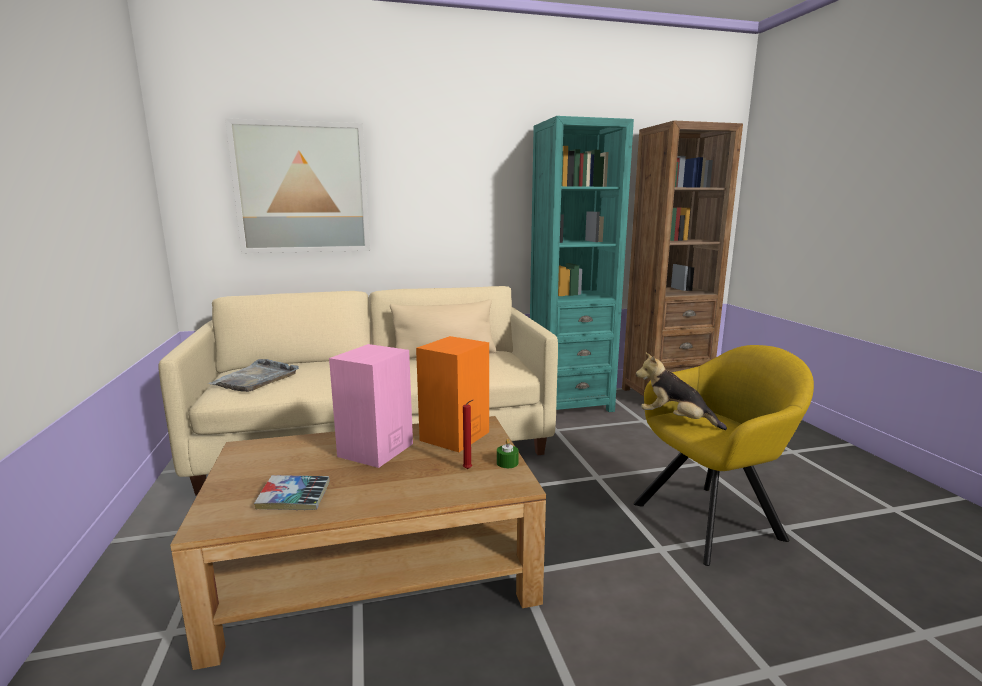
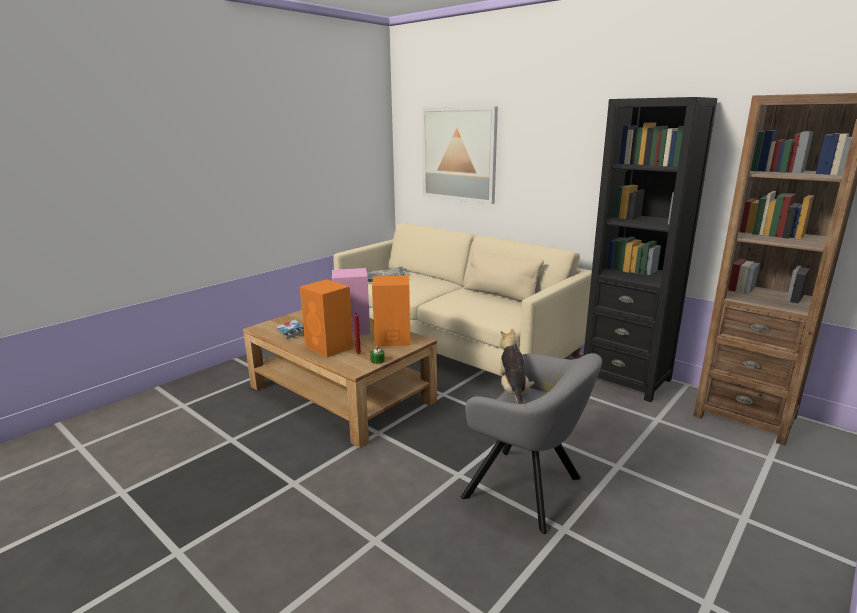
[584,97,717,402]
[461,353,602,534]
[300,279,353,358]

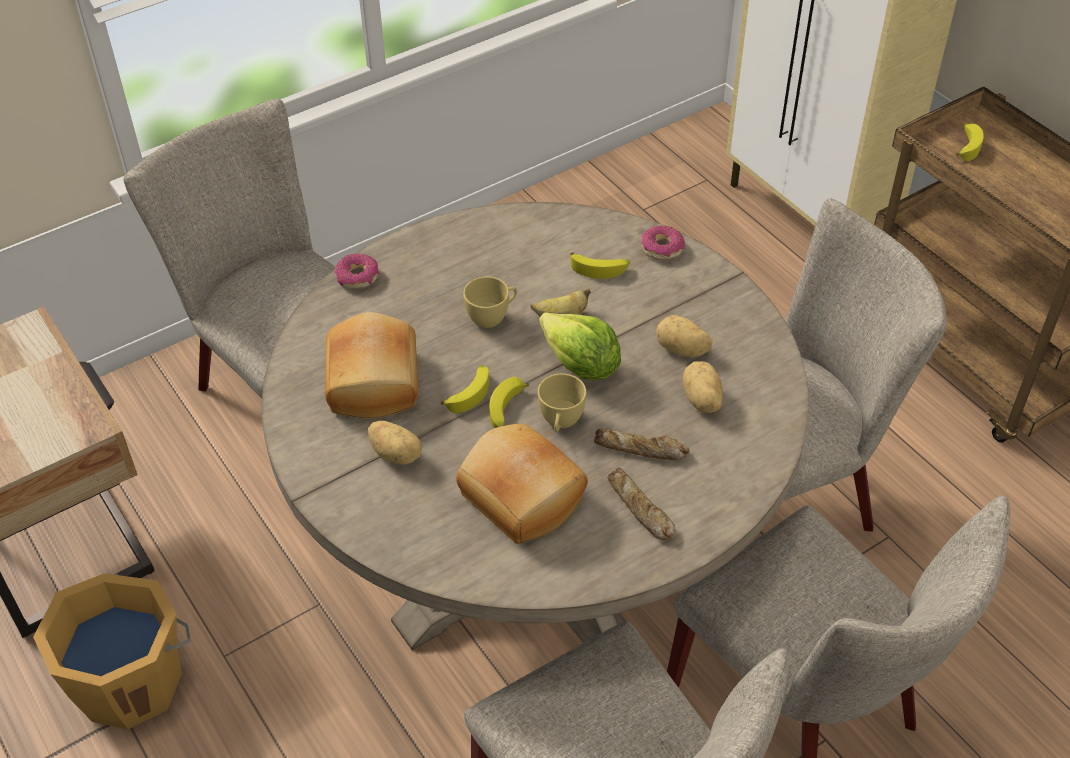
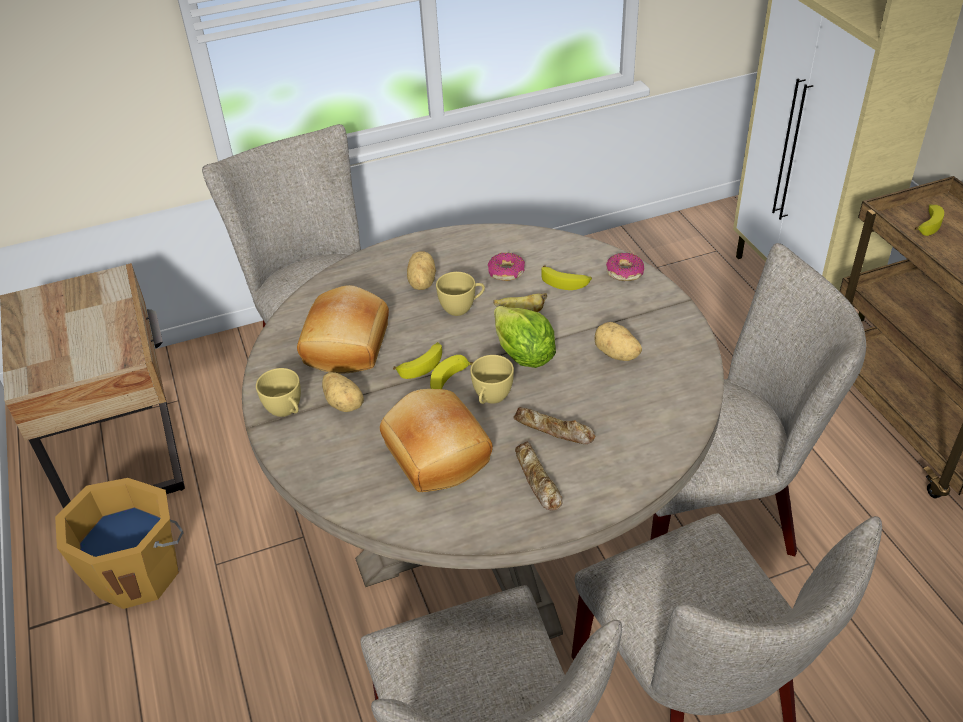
[488,253,525,281]
[407,252,436,290]
[256,368,301,417]

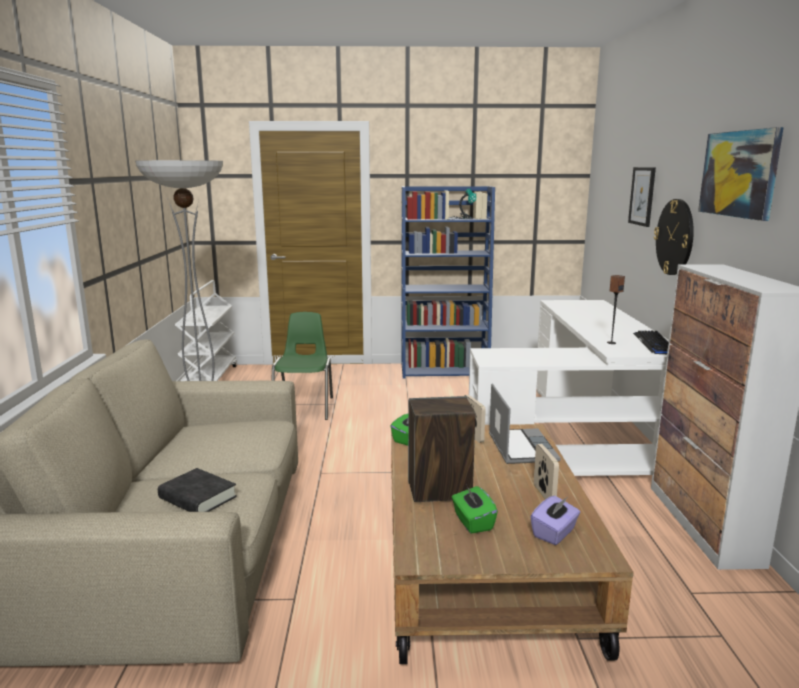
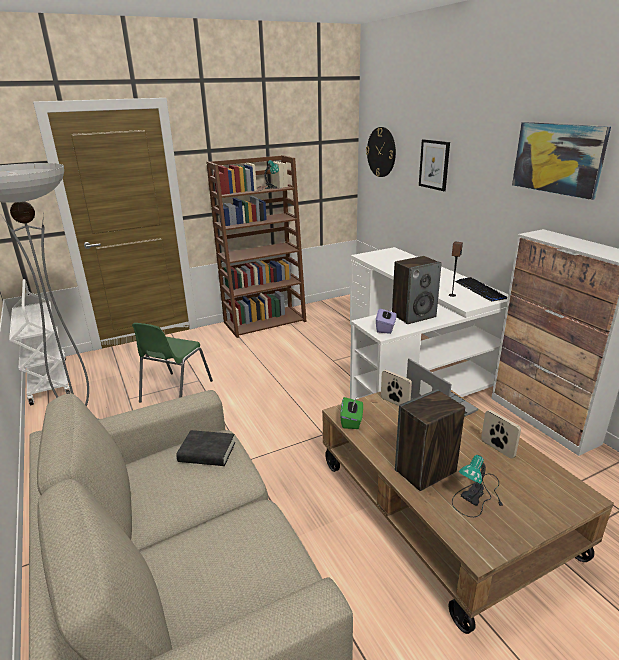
[206,155,306,338]
[366,127,396,177]
[132,323,213,403]
[176,430,235,466]
[452,455,503,517]
[376,309,396,334]
[392,256,442,324]

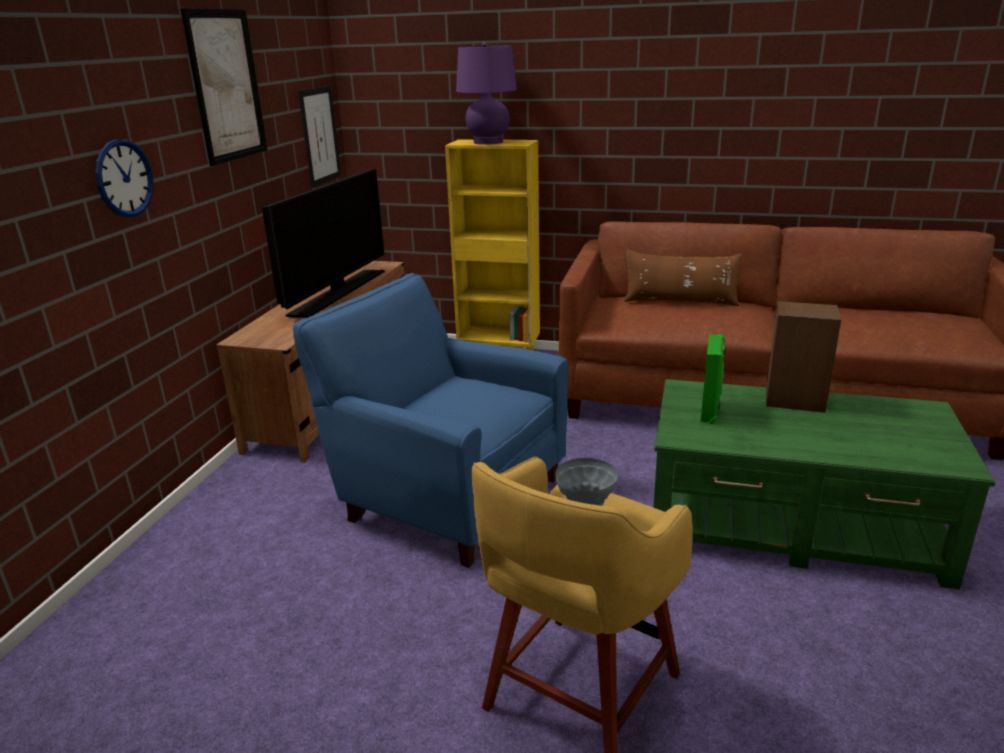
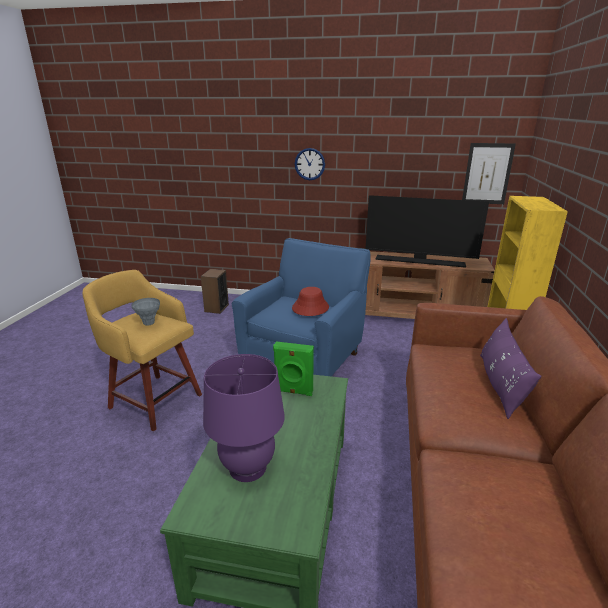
[180,8,268,166] (first image)
[203,354,285,482]
[480,318,541,419]
[201,269,229,314]
[292,287,329,316]

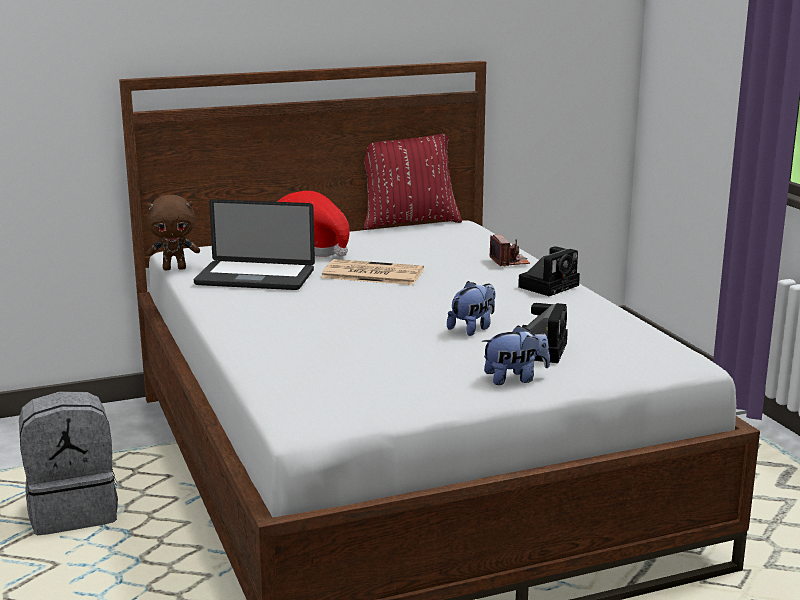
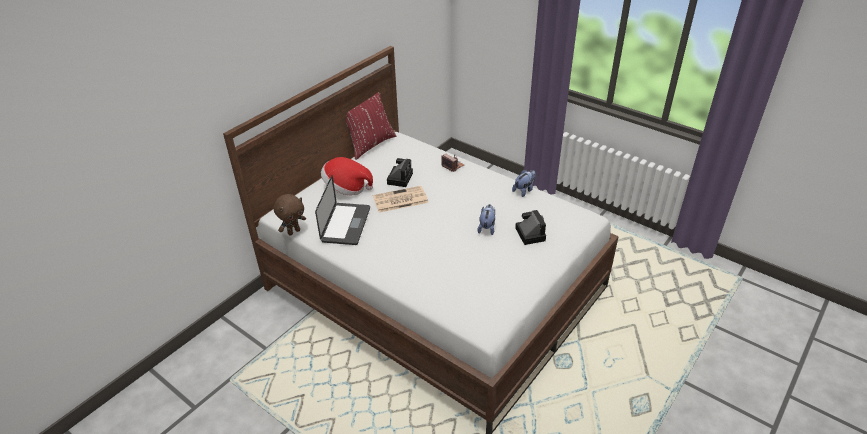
[315,175,370,245]
[387,158,413,187]
[512,170,536,197]
[19,391,118,535] (first image)

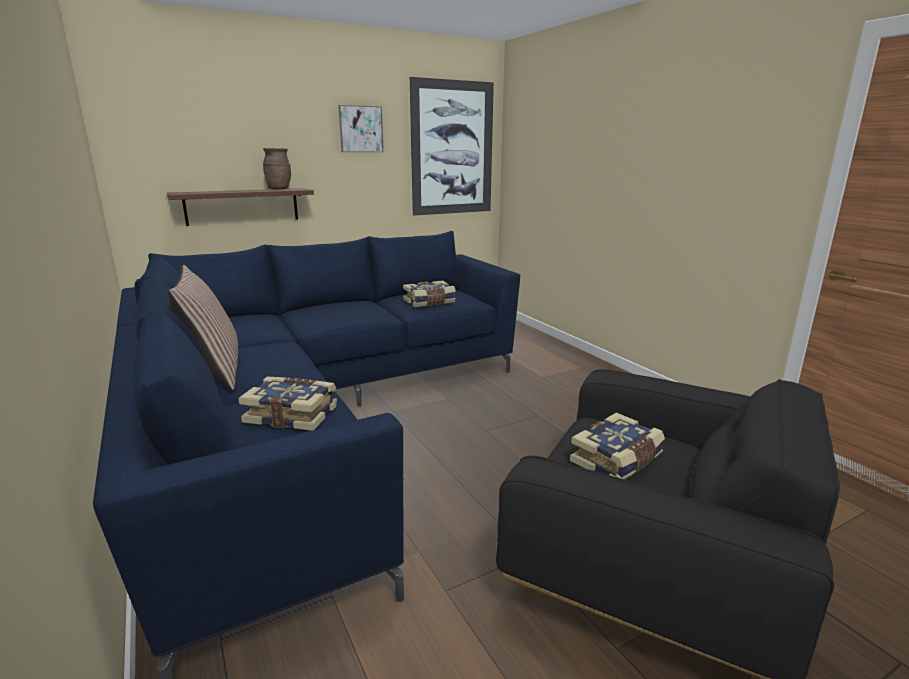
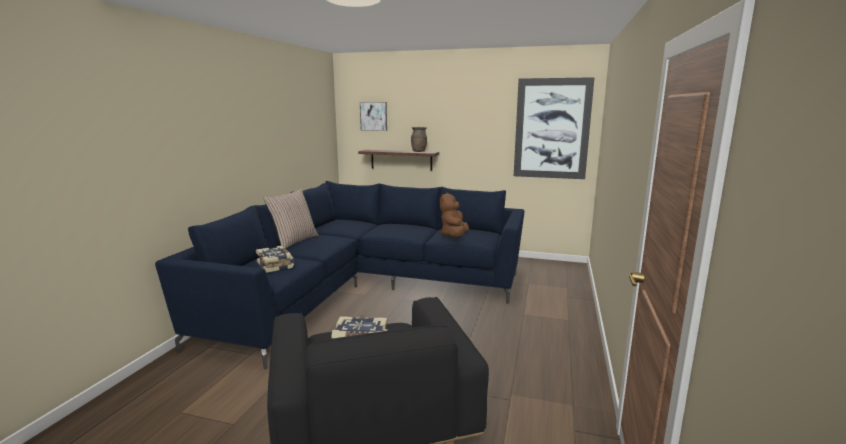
[360,102,387,131]
[440,193,469,237]

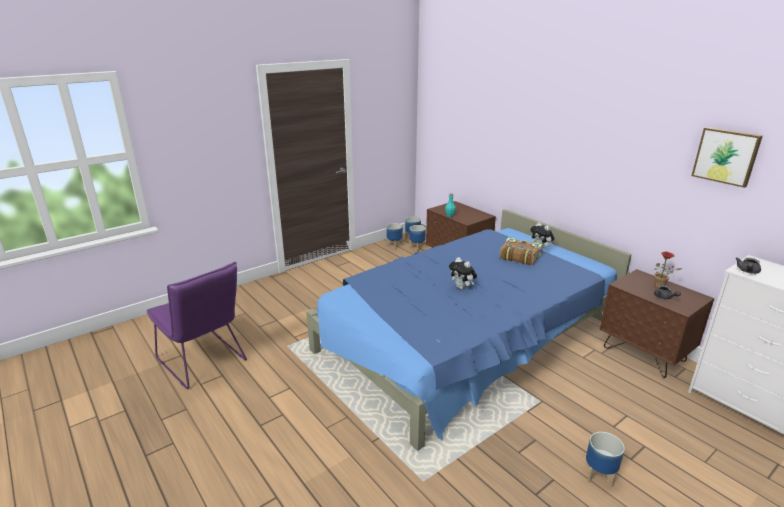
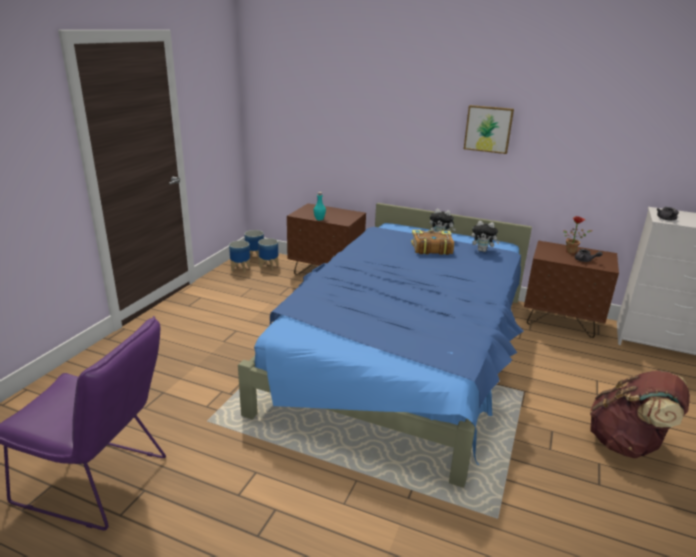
[464,105,514,154]
[471,221,500,252]
[590,371,690,458]

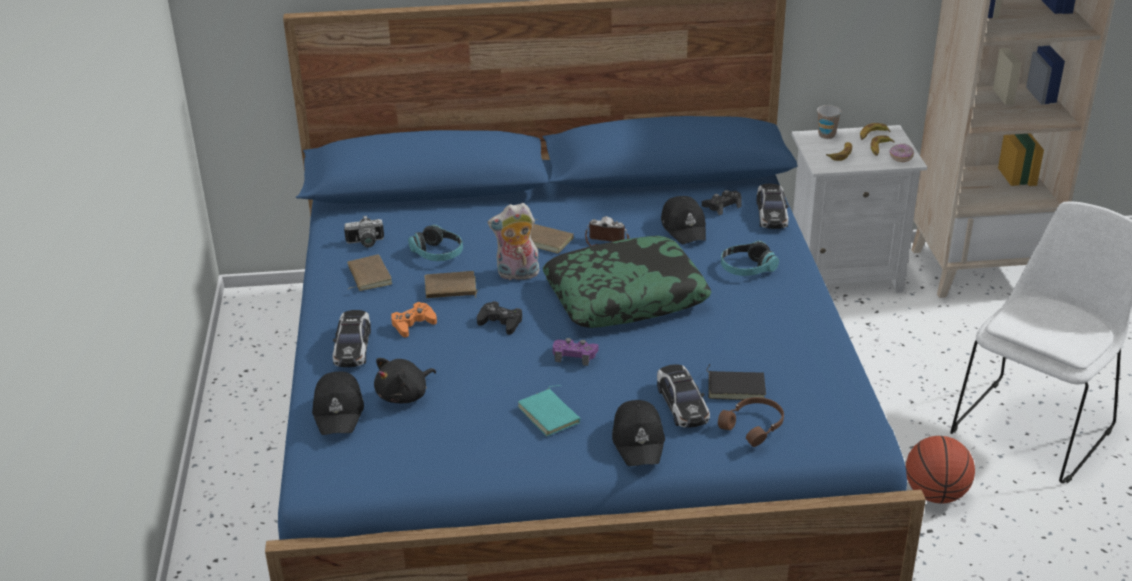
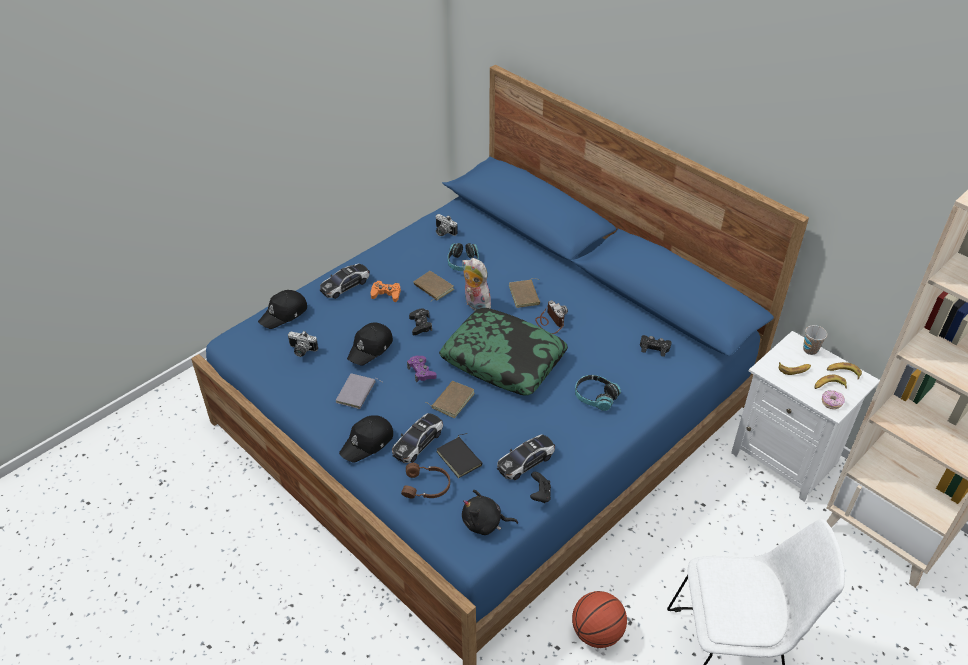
[497,434,555,480]
[347,323,393,366]
[426,381,475,418]
[462,490,518,535]
[336,373,382,409]
[288,331,318,357]
[530,472,551,503]

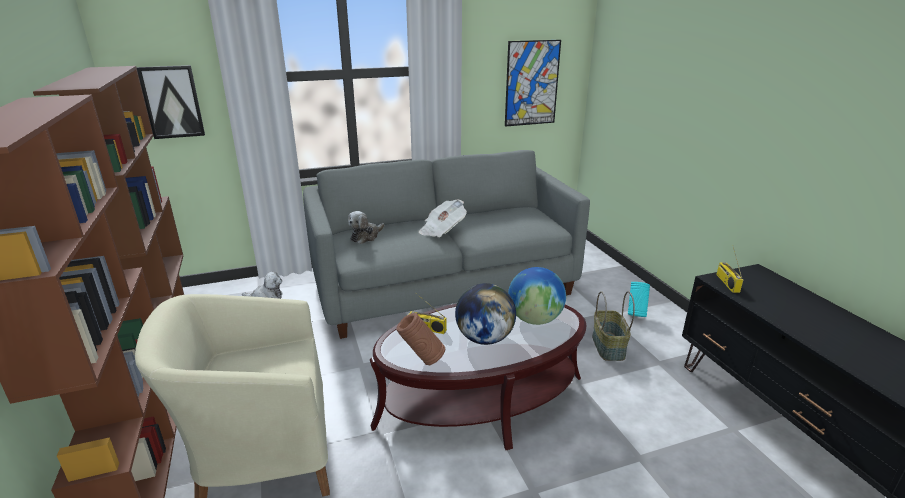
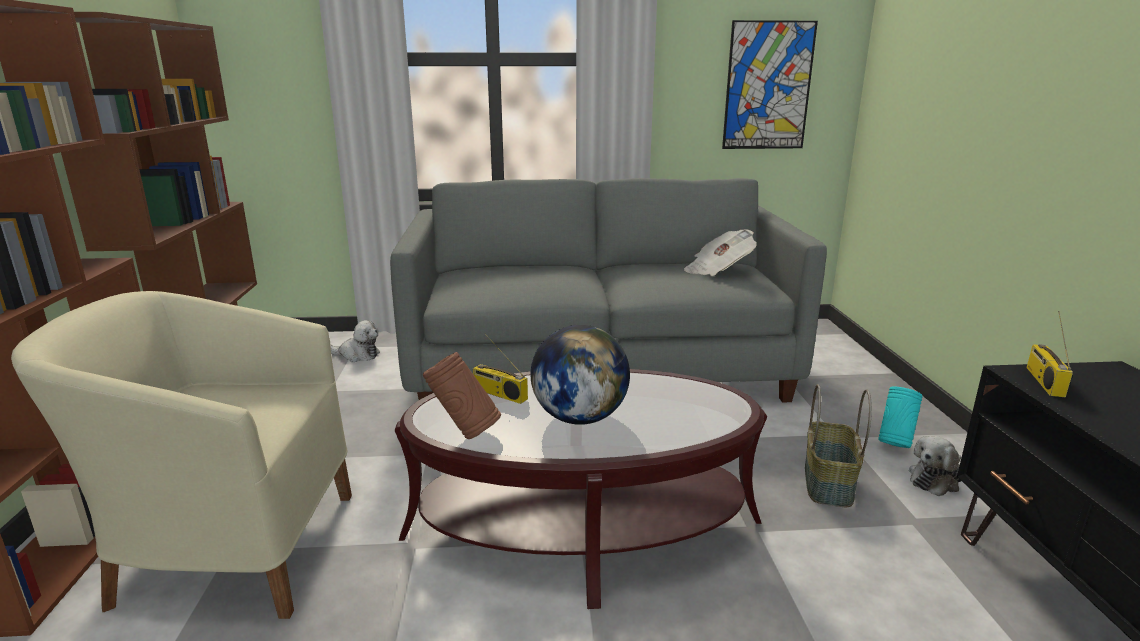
[137,65,205,139] (first image)
[684,229,757,276]
[909,436,961,496]
[508,267,566,325] (first image)

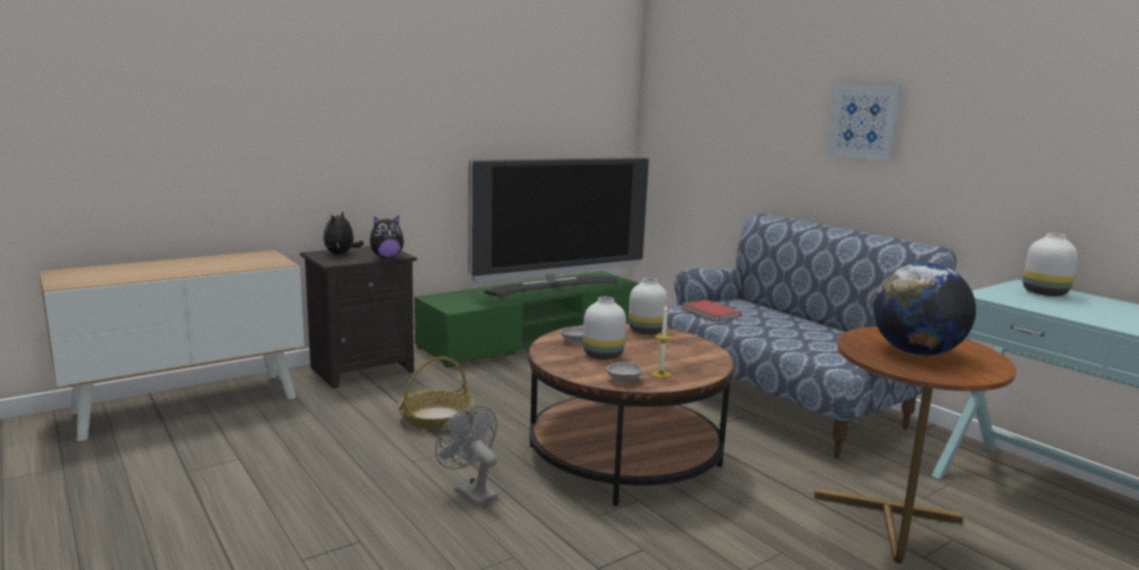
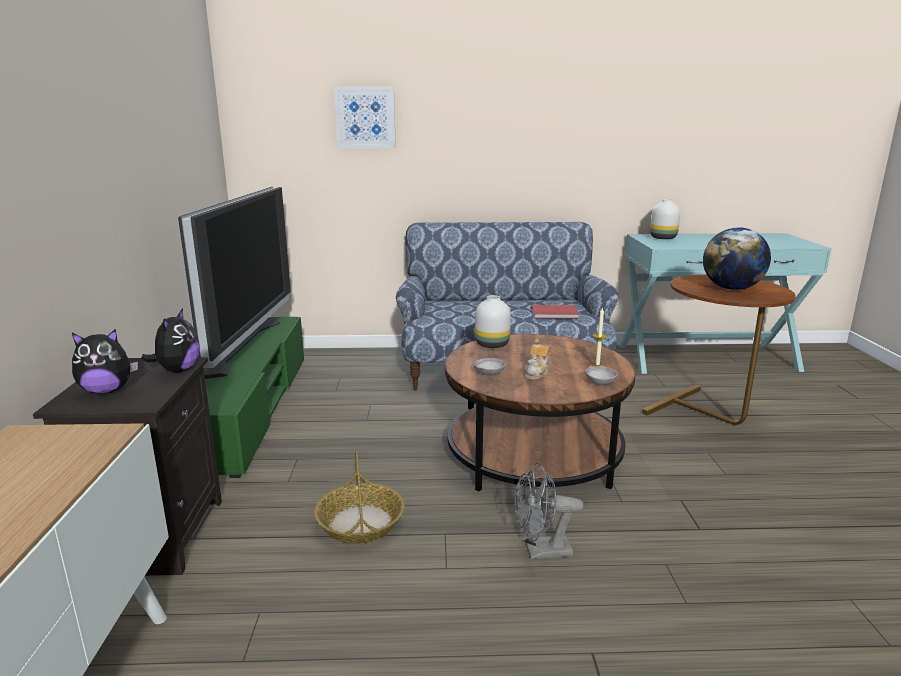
[334,86,396,148]
[72,329,138,394]
[524,339,550,380]
[531,305,579,319]

